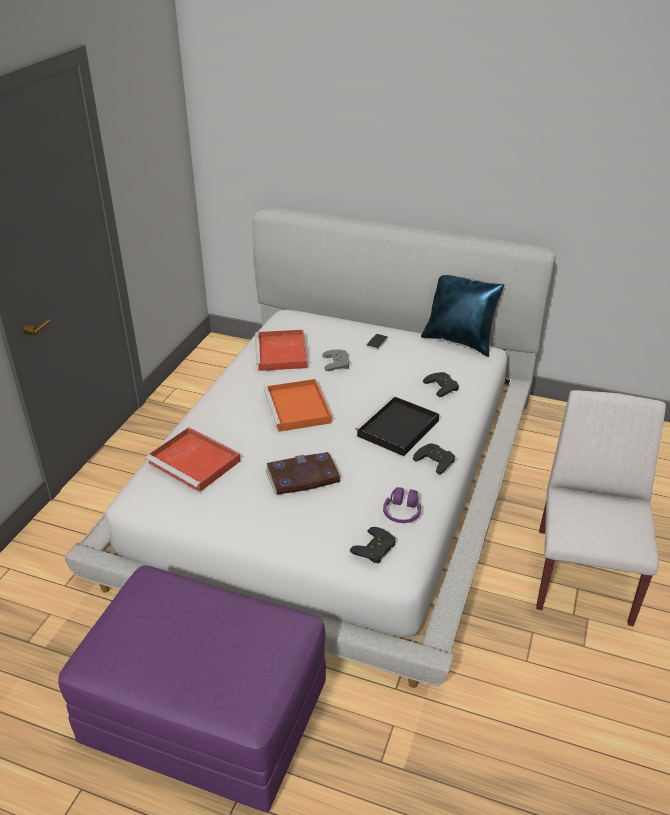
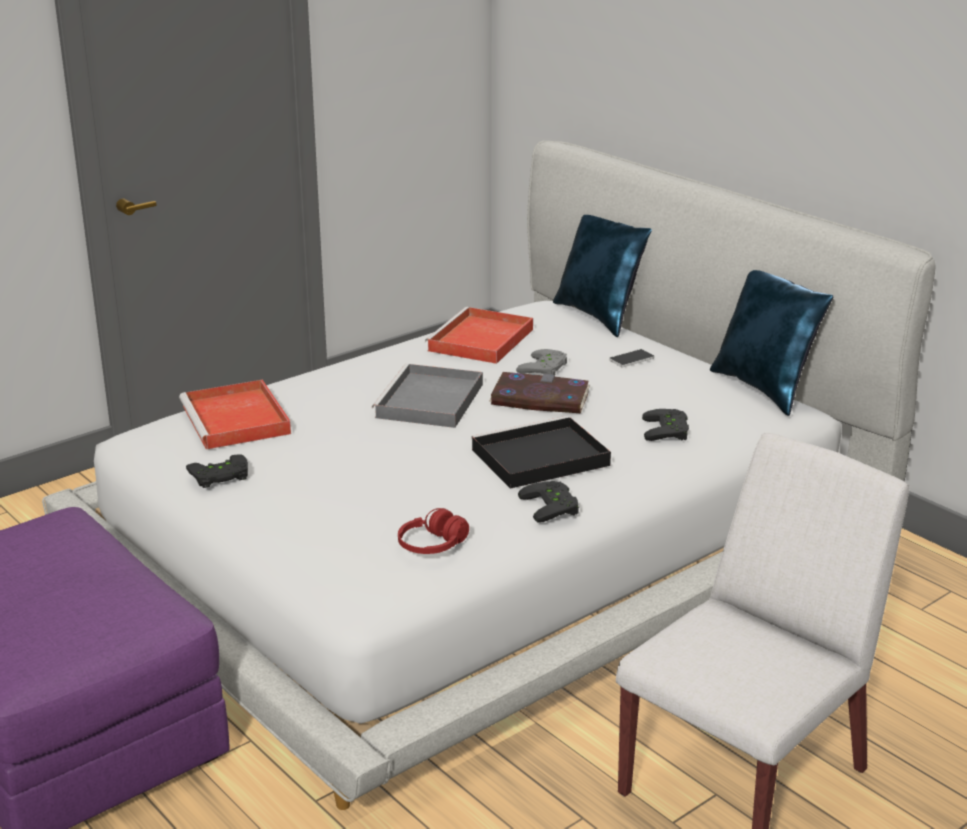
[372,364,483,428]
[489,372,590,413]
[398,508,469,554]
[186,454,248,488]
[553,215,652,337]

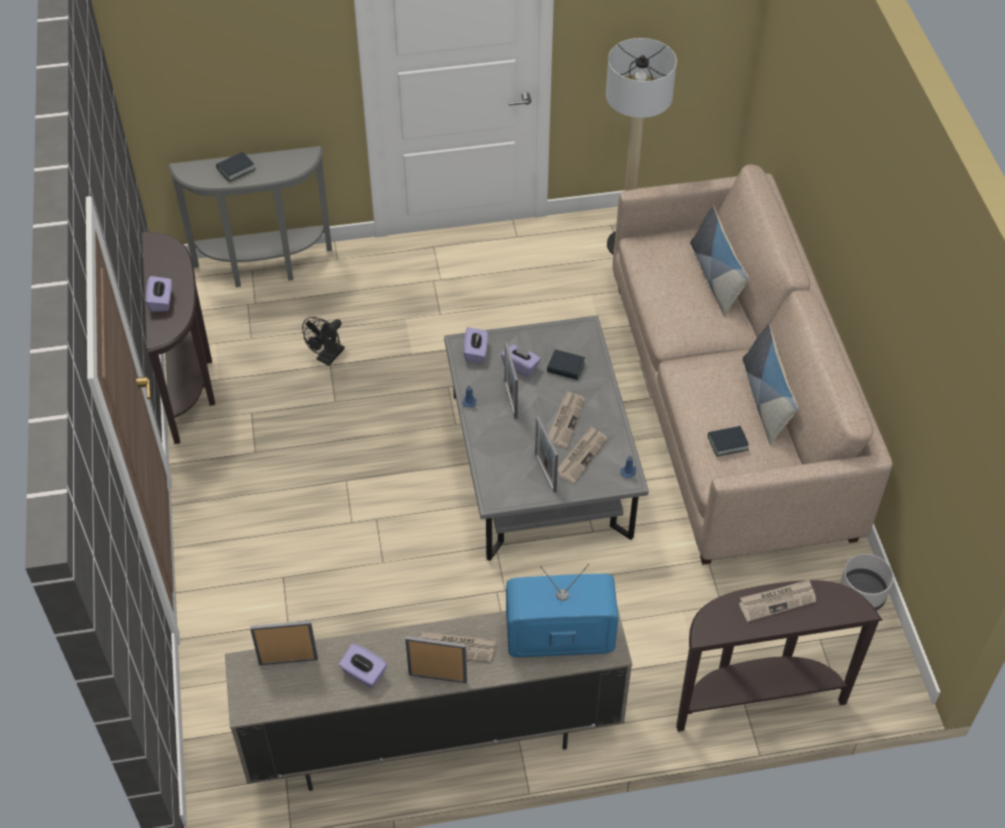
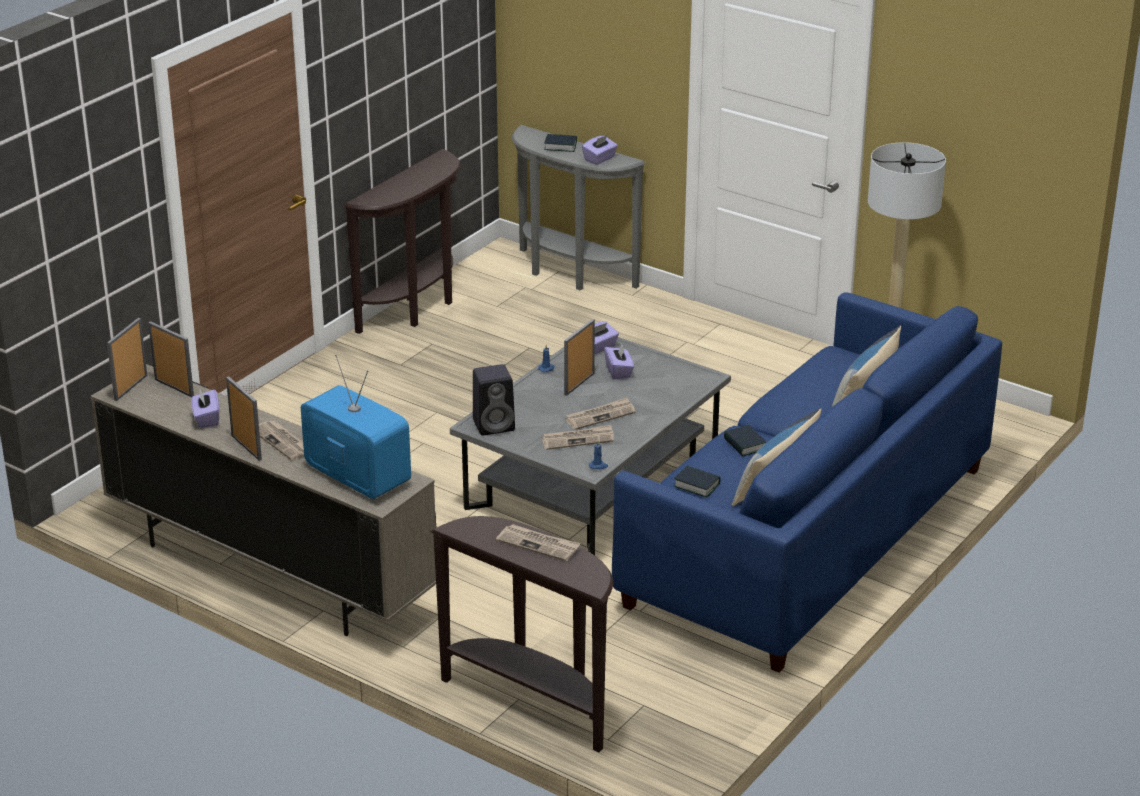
[612,292,1002,673]
[582,135,618,165]
[302,317,345,365] (first image)
[724,425,766,456]
[107,318,148,401]
[840,554,893,611] (first image)
[473,364,515,435]

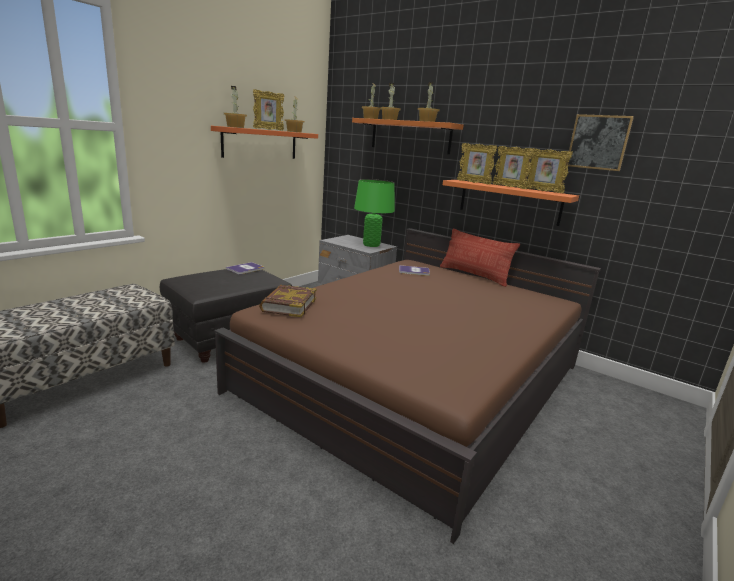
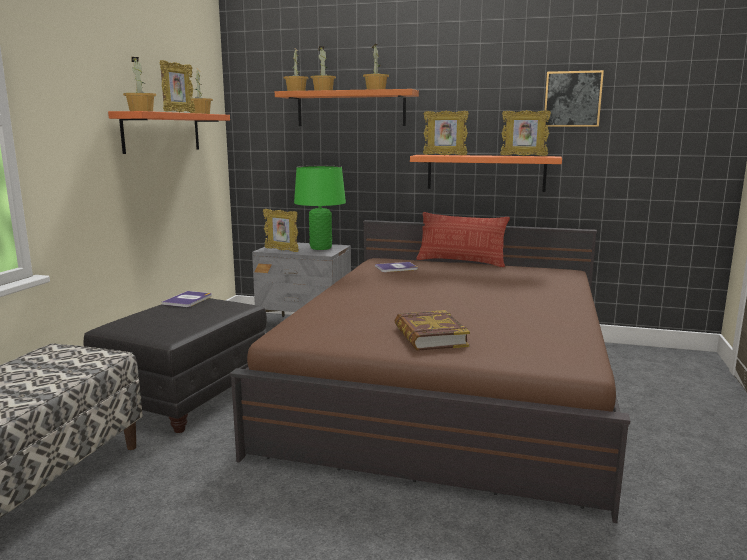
[263,209,299,252]
[395,310,470,351]

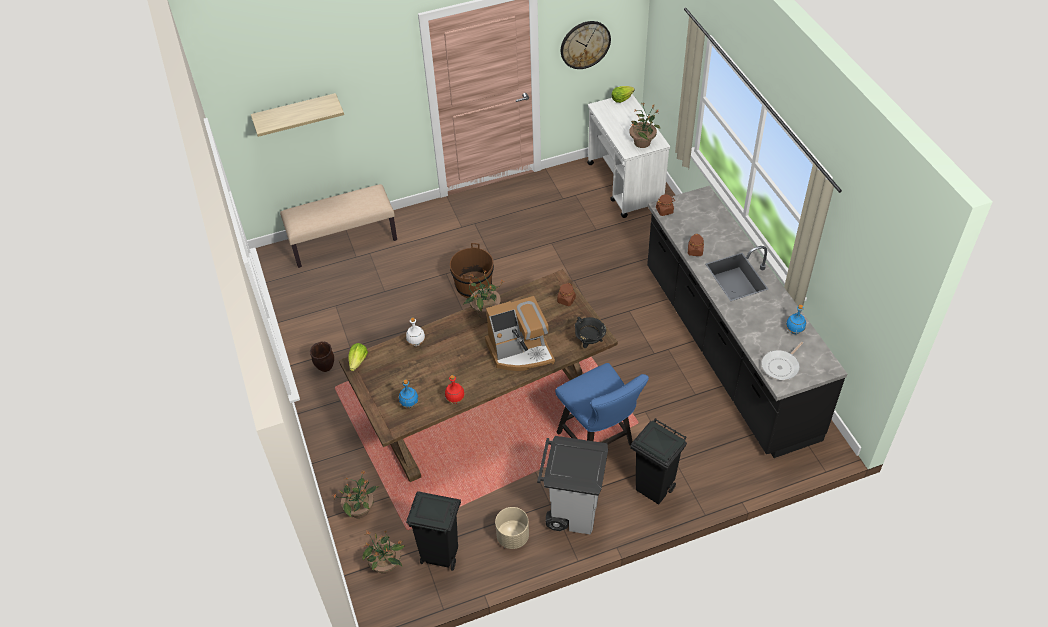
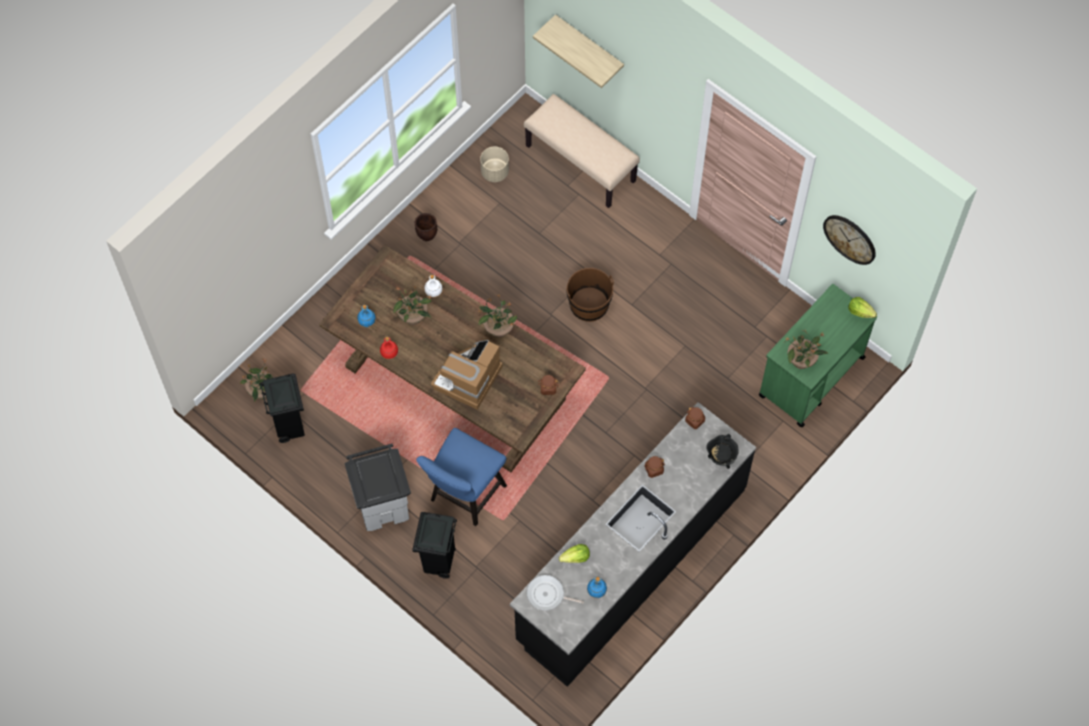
[759,284,877,427]
[431,340,503,410]
[706,434,739,469]
[559,544,590,563]
[394,286,432,325]
[480,147,509,182]

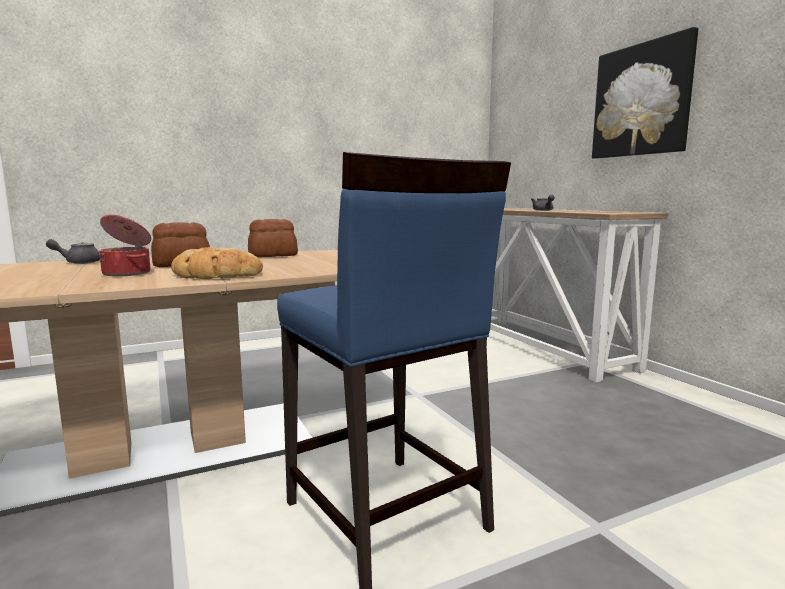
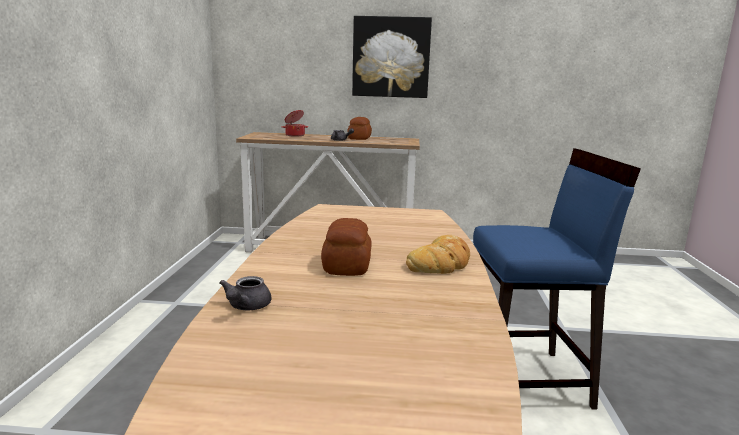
[282,110,308,137]
[347,117,372,140]

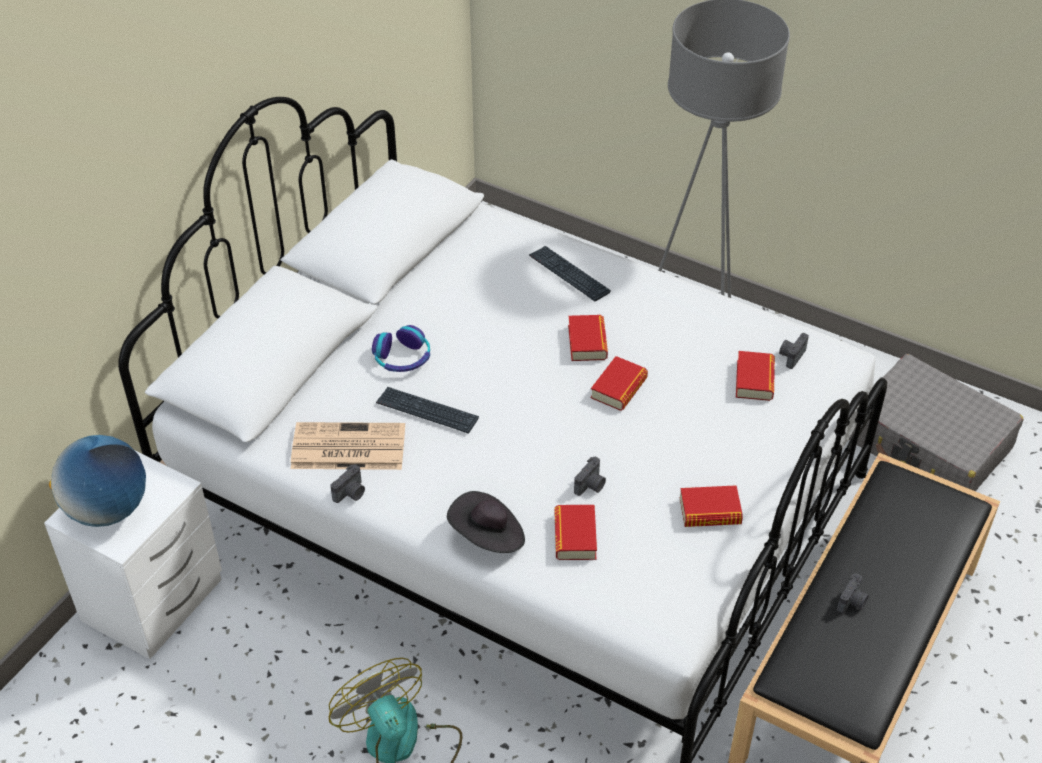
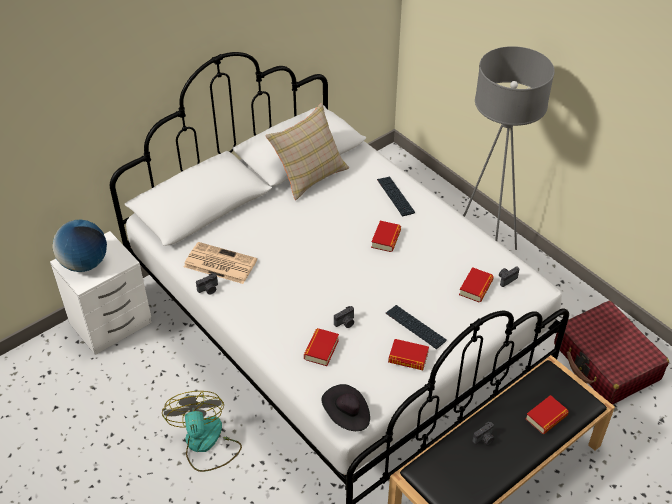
[372,325,430,372] (first image)
[554,301,669,405]
[526,395,569,434]
[386,305,446,349]
[321,384,370,431]
[265,103,349,200]

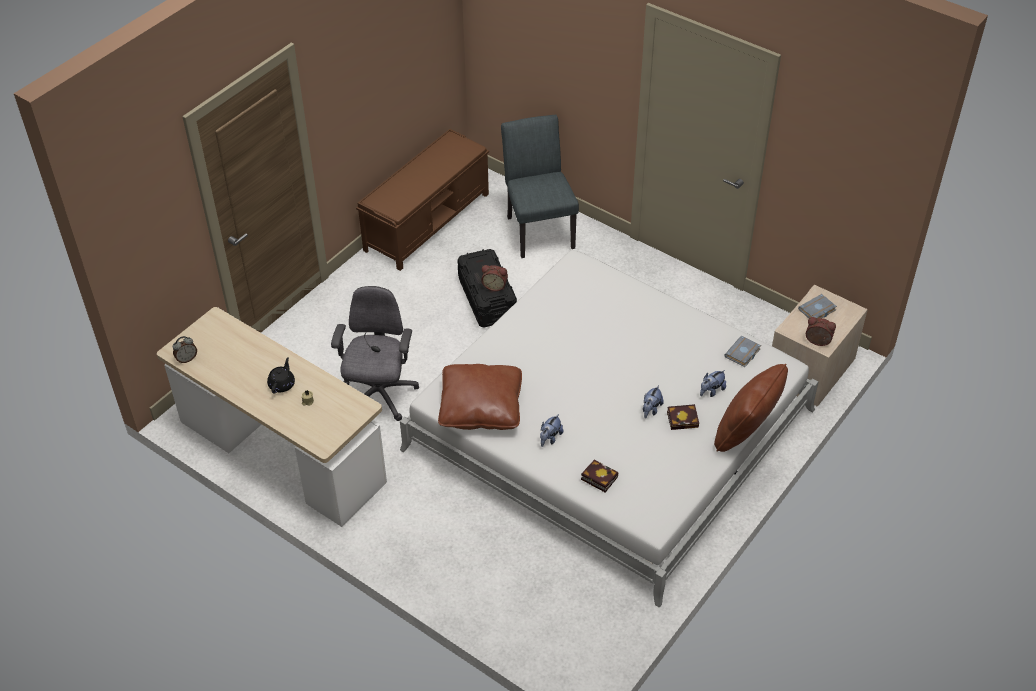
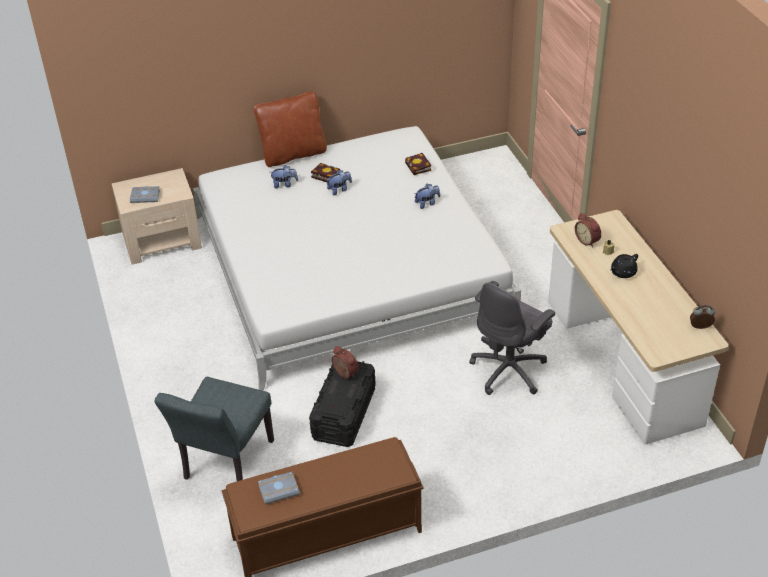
[575,213,601,248]
[258,472,300,504]
[438,364,522,430] (first image)

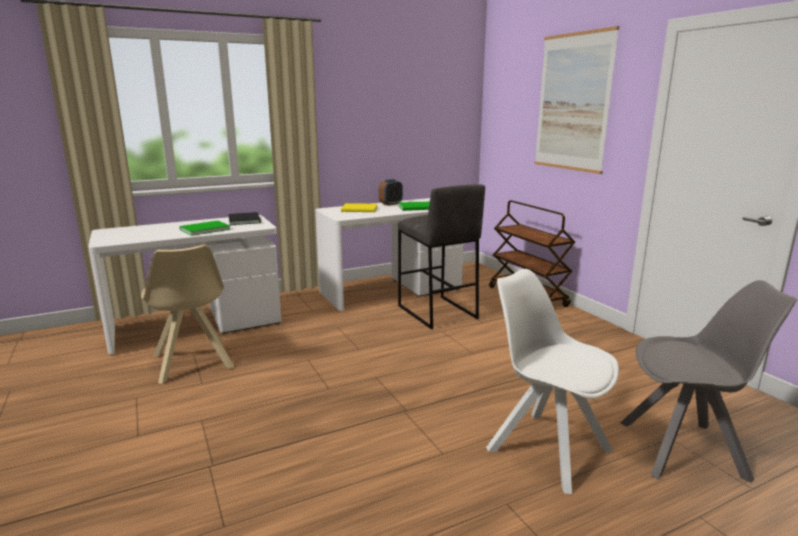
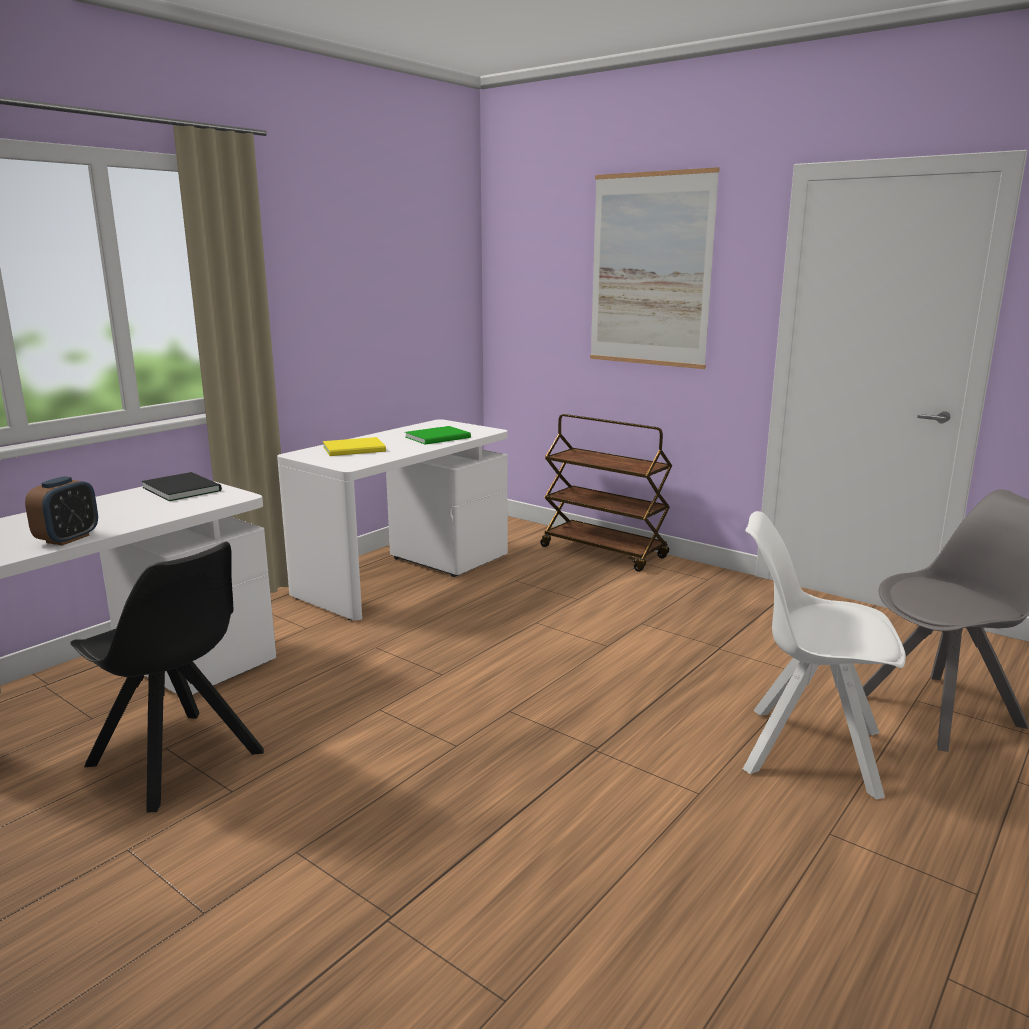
[25,476,98,546]
[398,184,485,329] (first image)
[180,221,231,236] (first image)
[70,542,264,812]

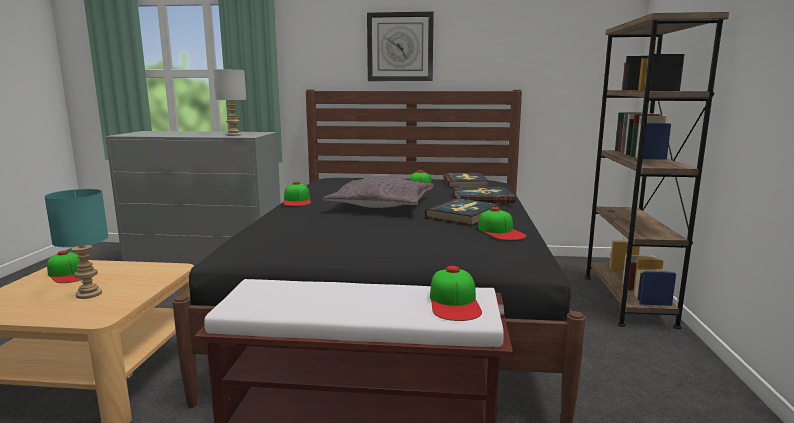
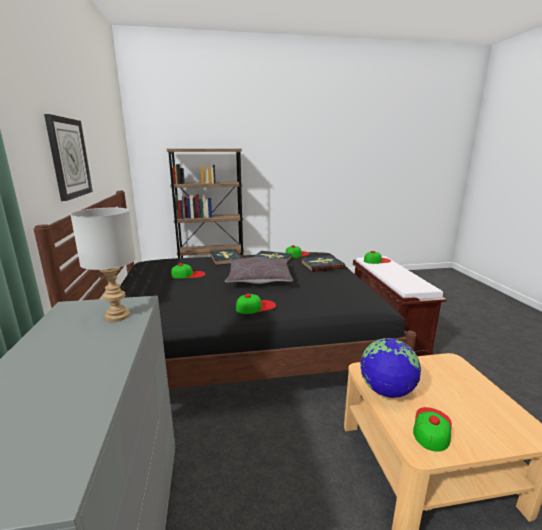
[301,255,345,272]
[44,189,109,299] (first image)
[360,338,421,398]

